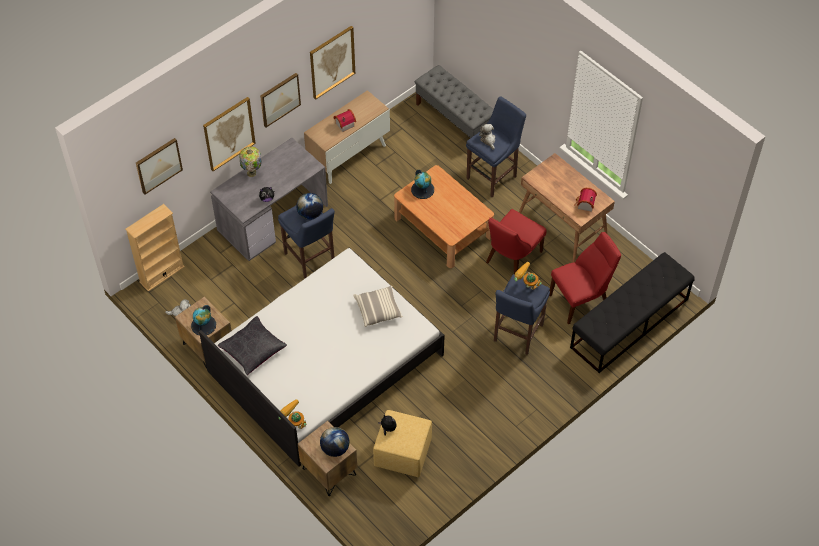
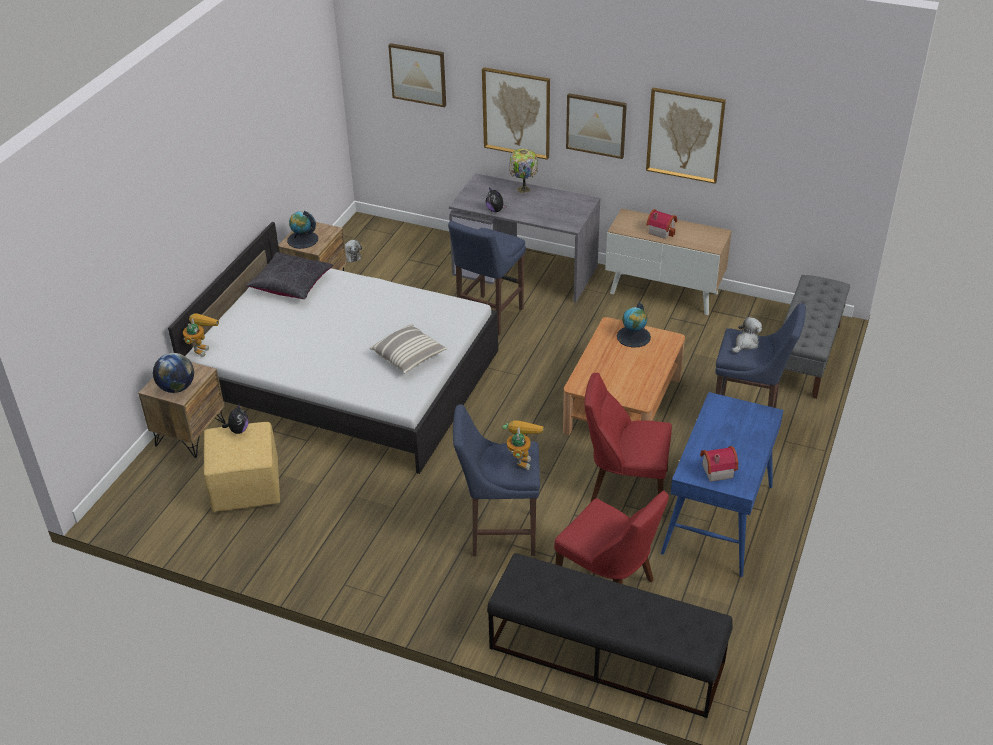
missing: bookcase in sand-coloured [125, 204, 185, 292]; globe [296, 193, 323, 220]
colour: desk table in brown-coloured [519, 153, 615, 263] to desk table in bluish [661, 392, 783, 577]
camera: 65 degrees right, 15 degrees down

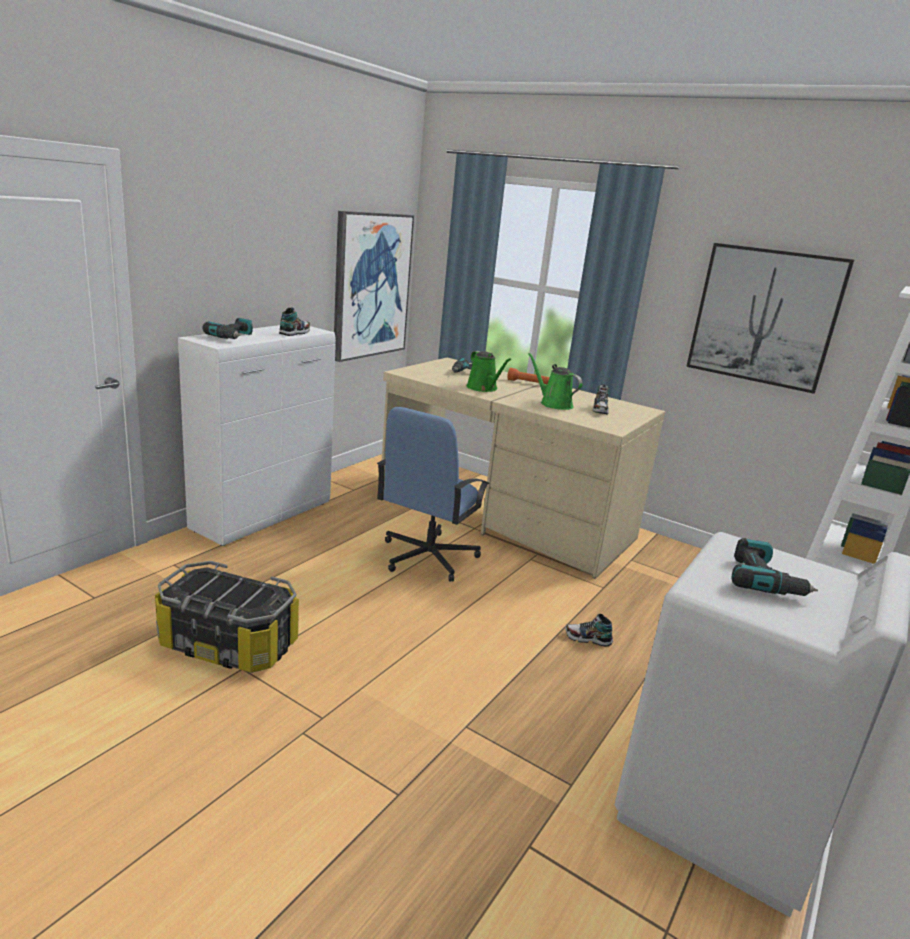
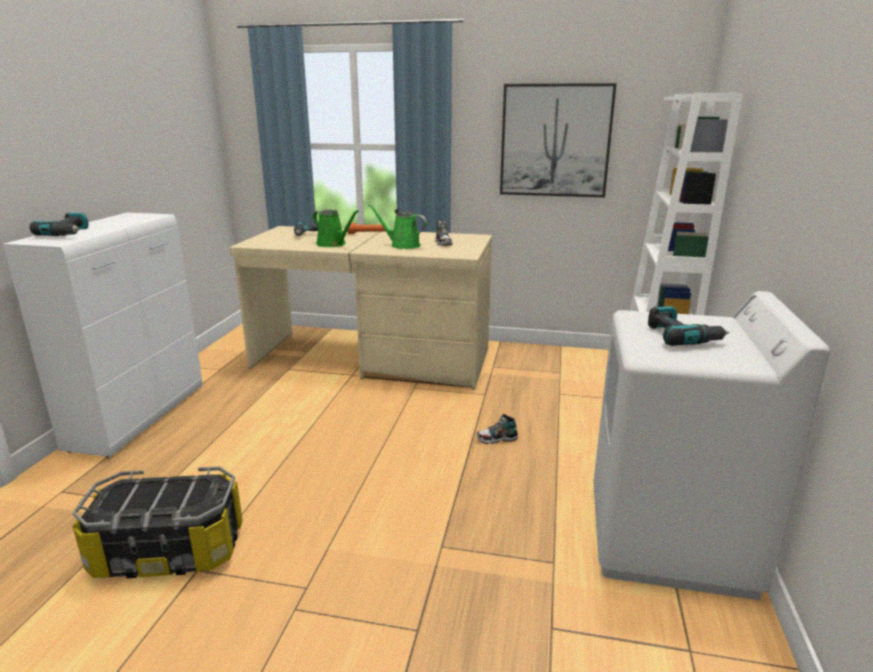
missing: shoe [279, 307, 310, 336]; wall art [334, 211, 414, 362]; office chair in bluish [377, 407, 489, 582]
camera: 20 degrees left, 0 degrees up

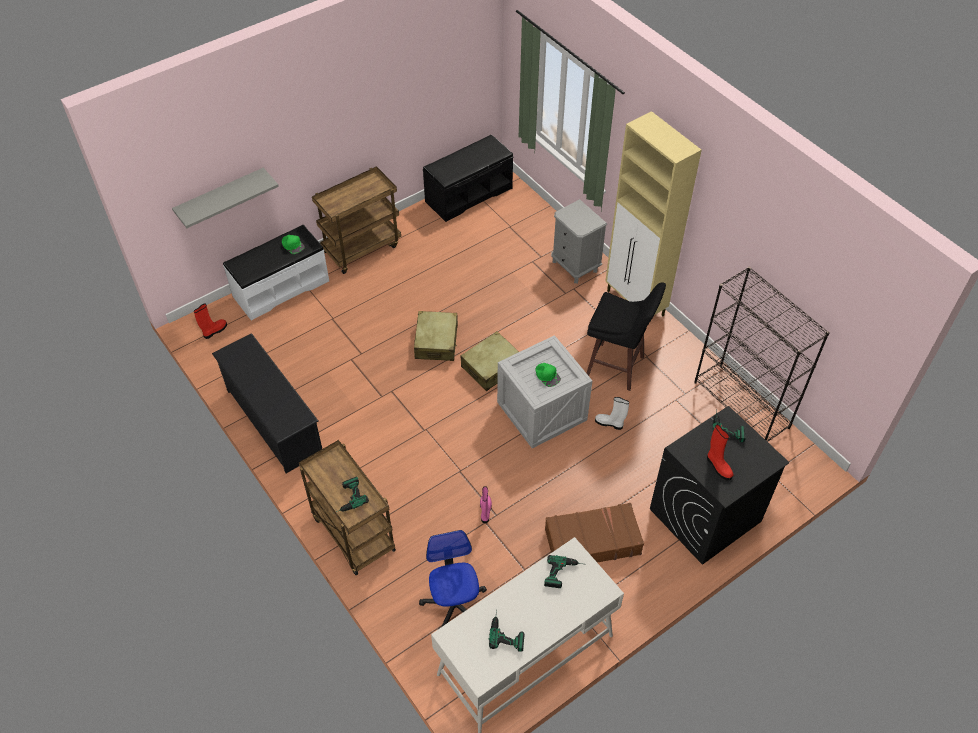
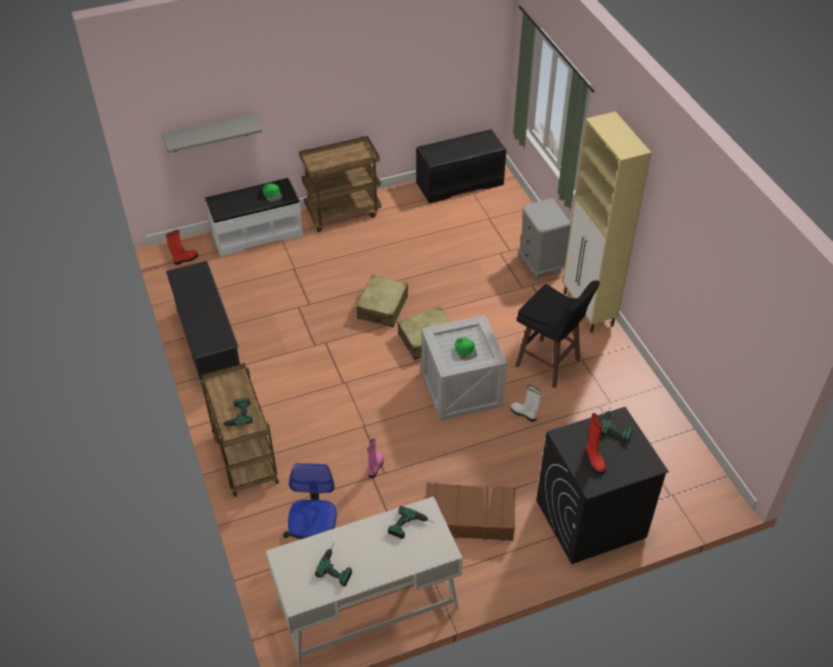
missing: bookcase in black [694, 267, 830, 442]
camera: 15 degrees right, 5 degrees down

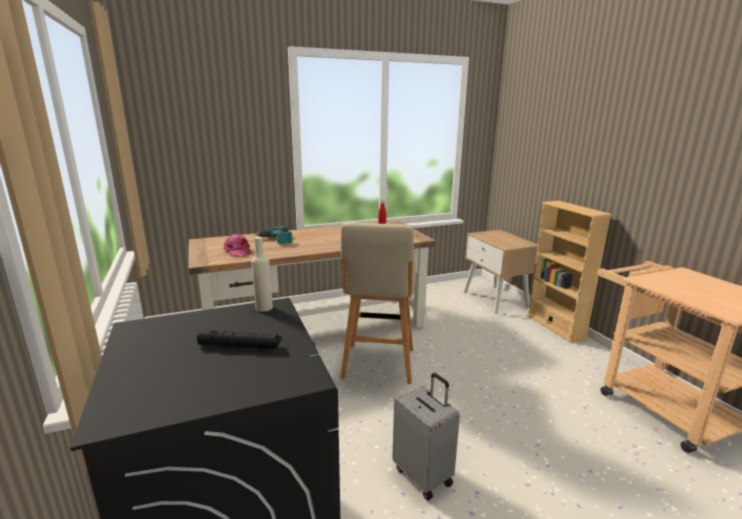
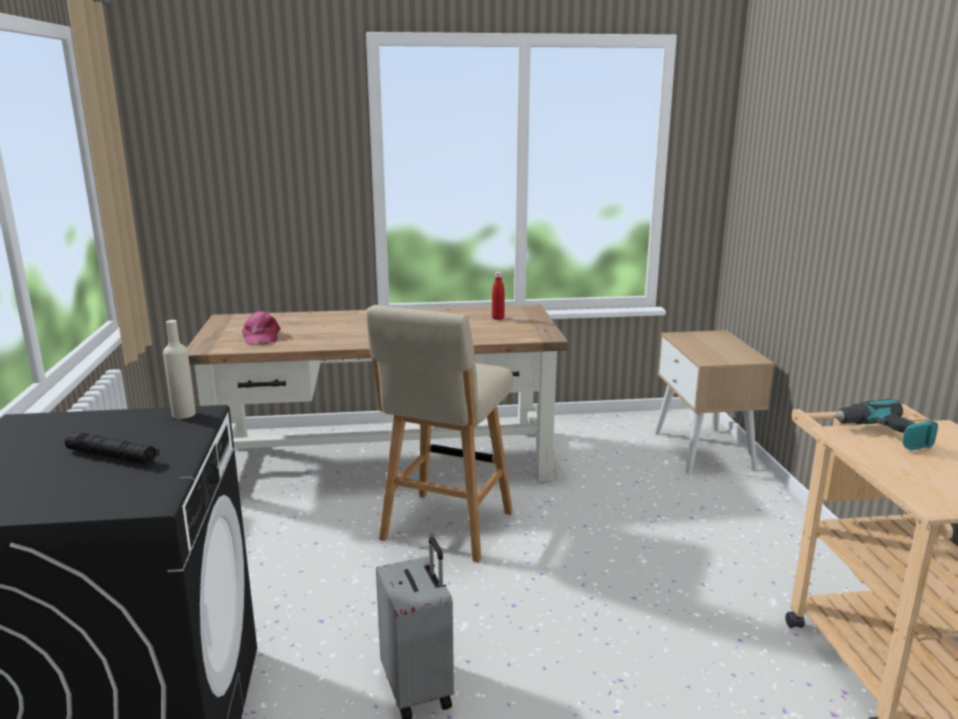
missing: bookcase in sand-coloured [526, 201, 612, 343]
relocated: electric drill [255, 226, 292, 244] to [833, 399, 938, 451]
camera: 15 degrees right, 0 degrees up

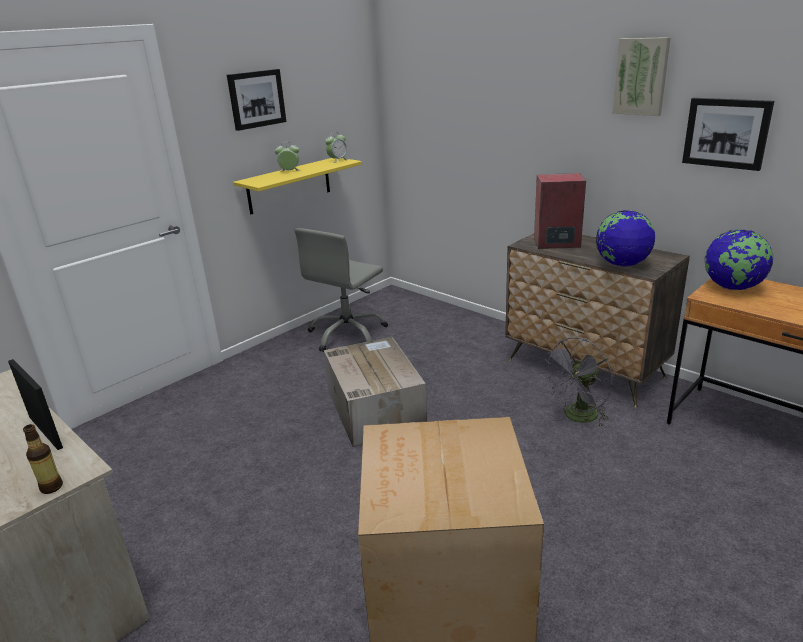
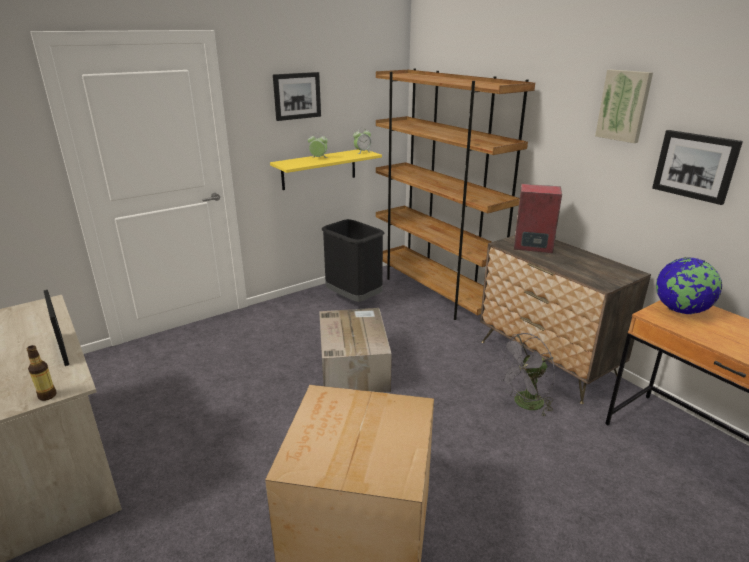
missing: globe [596, 210, 655, 267]
appeared: bookcase in brown-coloured [376, 69, 535, 320]
exchanged: office chair in gray [295, 228, 388, 352] to trash can in black [321, 219, 385, 302]
camera: 10 degrees right, 0 degrees up

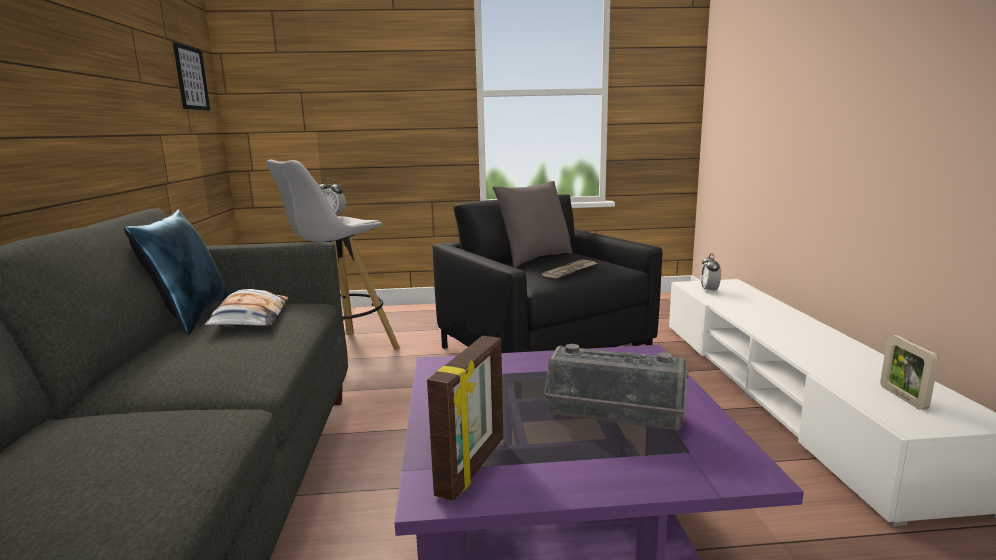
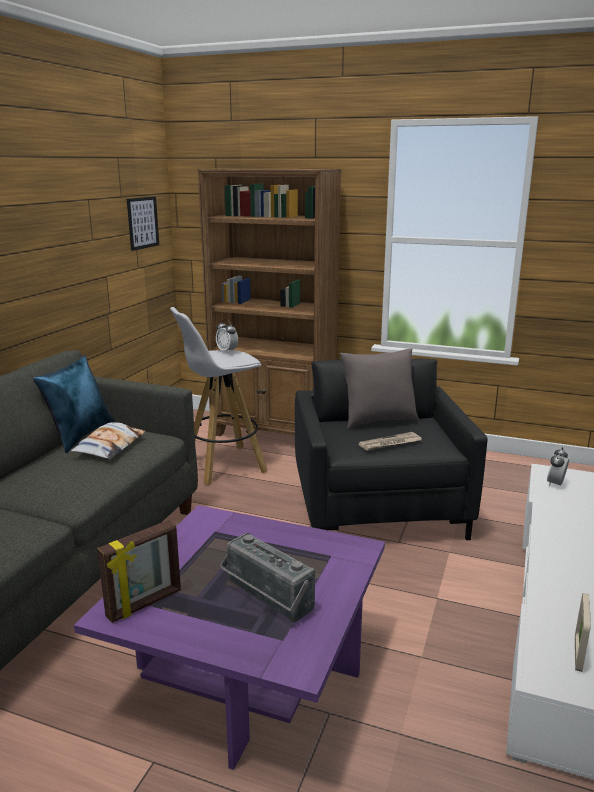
appeared: bookcase in brown-coloured [198, 169, 341, 436]
camera: 25 degrees right, 5 degrees up

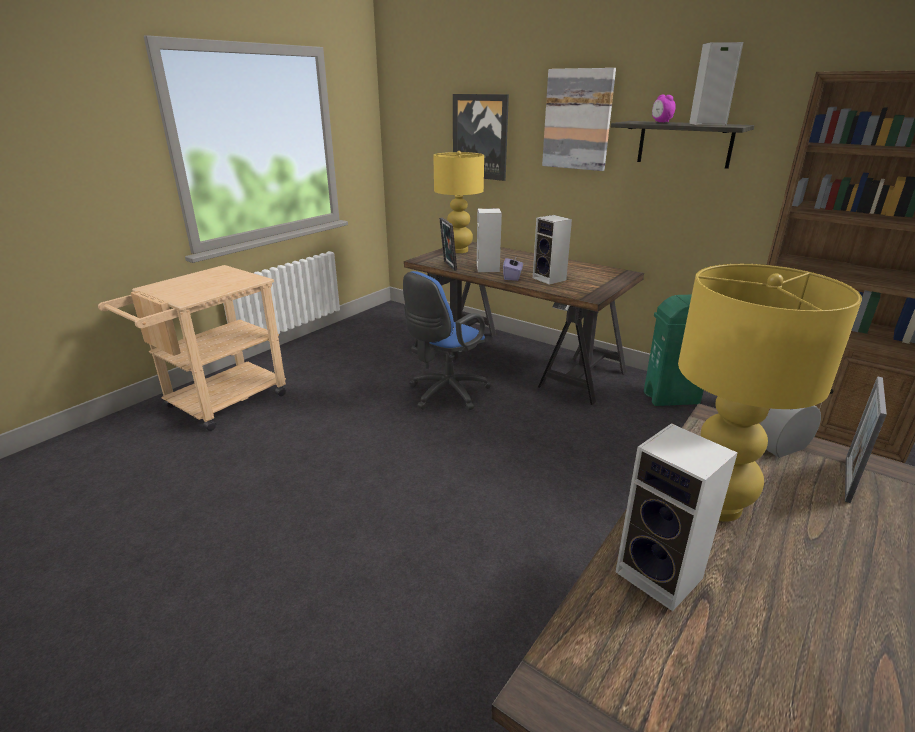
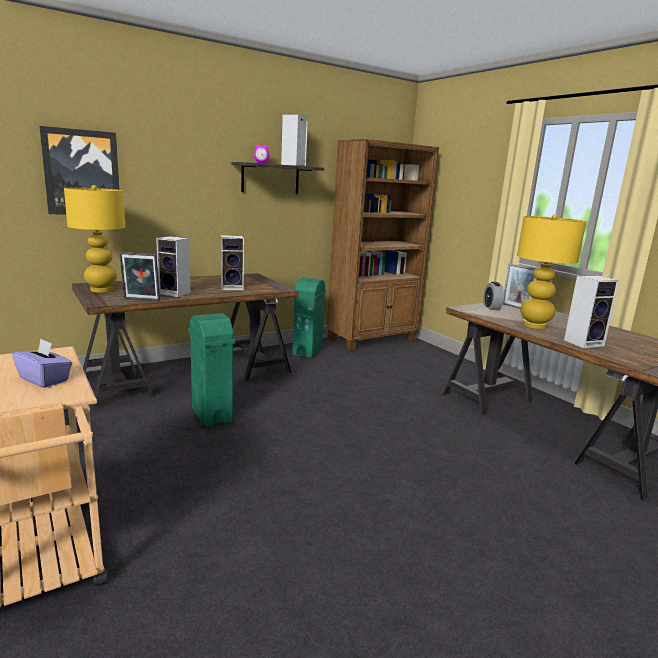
missing: wall art [542, 68, 616, 171]
relocated: box of tissues in purplish [503, 254, 523, 281] to [12, 339, 72, 388]
exchanged: office chair in bluish [403, 271, 491, 411] to trash can in greenish [188, 313, 235, 427]
camera: 70 degrees left, 10 degrees down

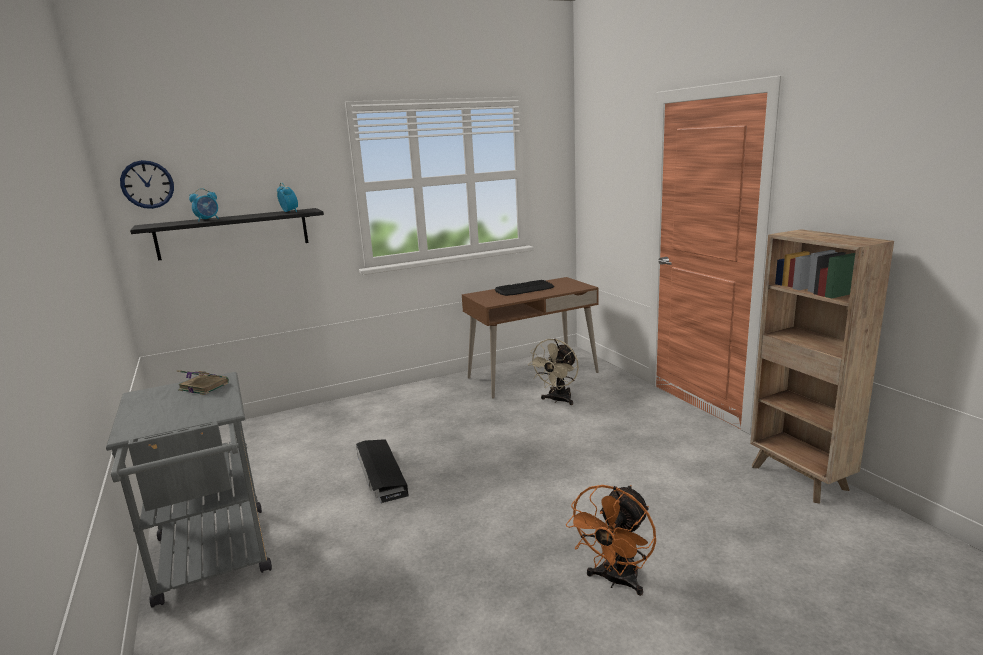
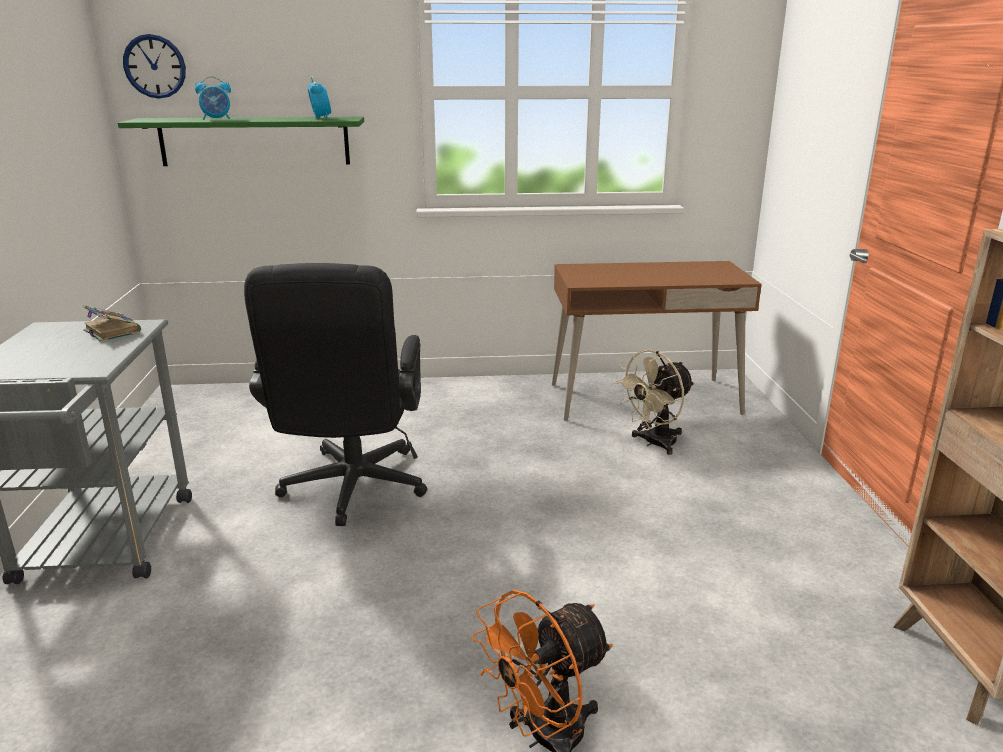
missing: keyboard [495, 280, 554, 296]
exchanged: storage box in black [356, 439, 409, 503] to office chair in black [244, 263, 427, 526]
colour: bracket shelf in black [130, 208, 324, 261] to bracket shelf in greenish [118, 117, 364, 166]
camera: 20 degrees right, 5 degrees up

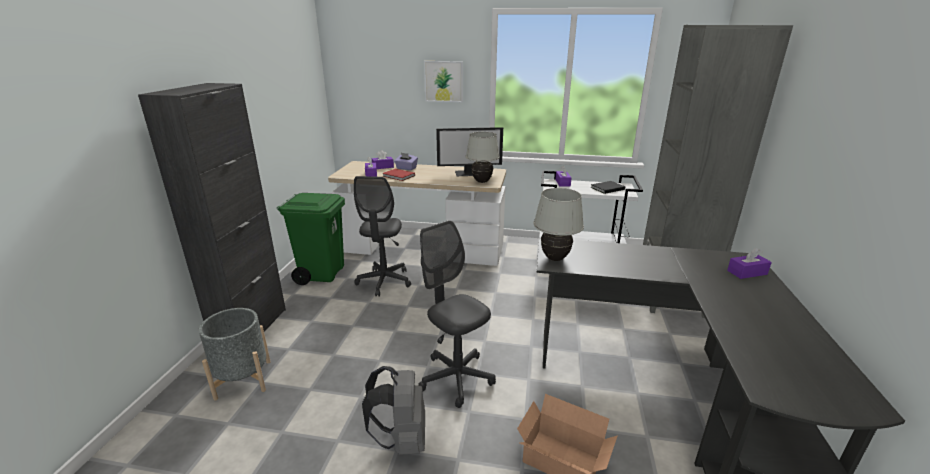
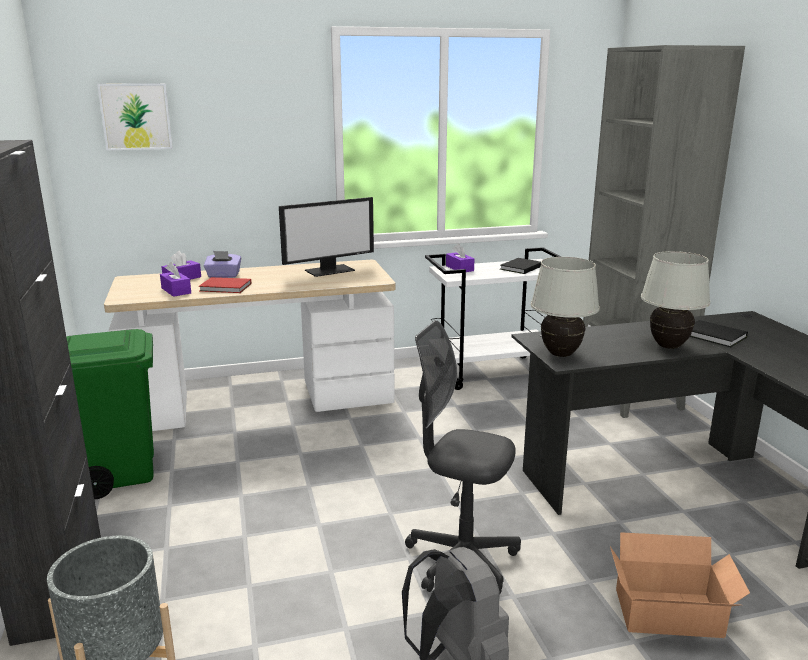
missing: office chair in gray [354, 176, 411, 297]; box of tissues in purplish [727, 248, 772, 279]
appeared: bound book in black [690, 320, 748, 347]
relocated: wall art [424, 61, 463, 102] to [97, 83, 173, 151]; table lamp in white [466, 132, 500, 183] to [641, 251, 710, 349]
camera: 25 degrees left, 5 degrees down

